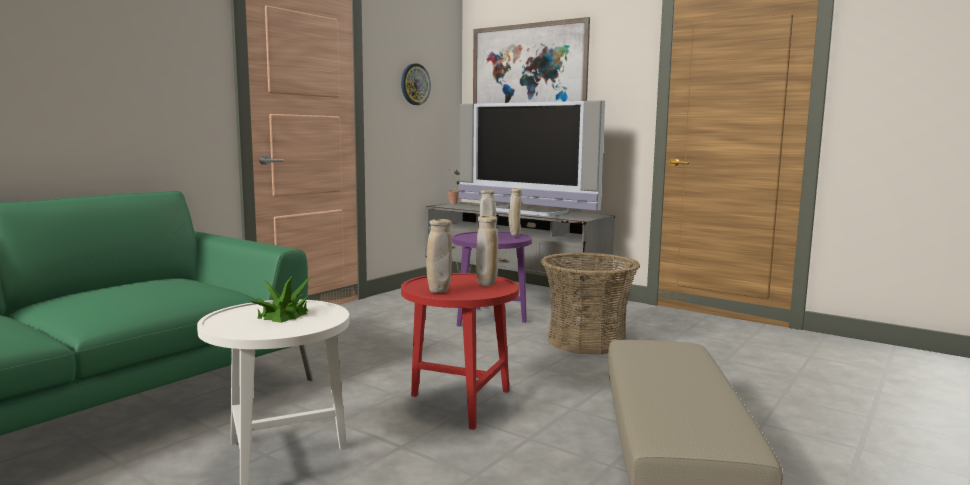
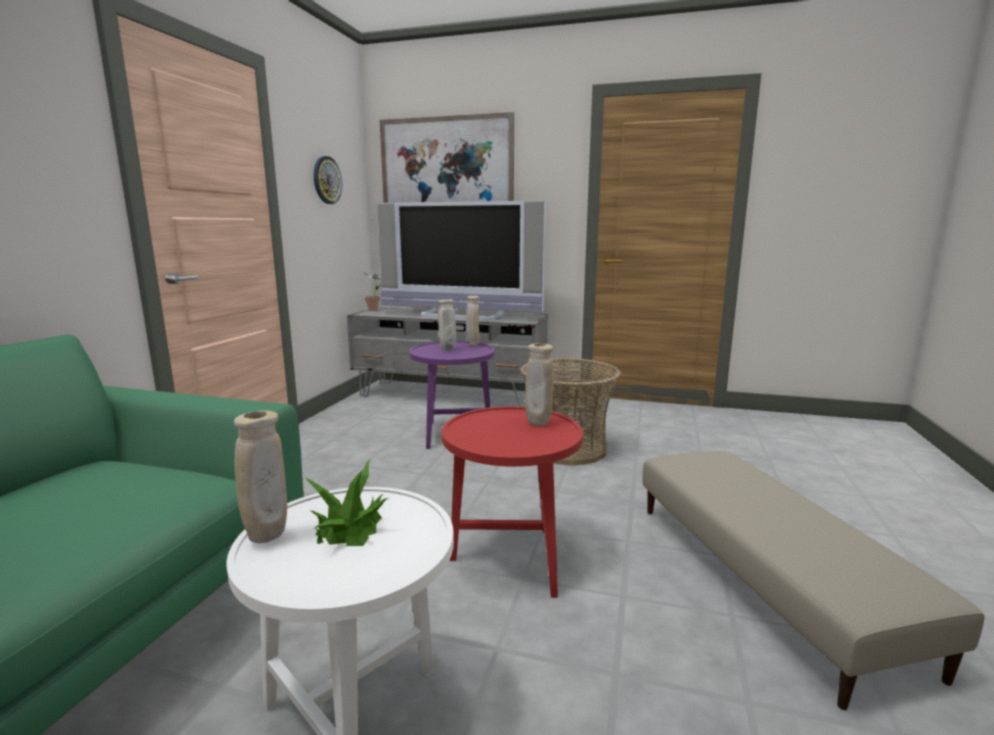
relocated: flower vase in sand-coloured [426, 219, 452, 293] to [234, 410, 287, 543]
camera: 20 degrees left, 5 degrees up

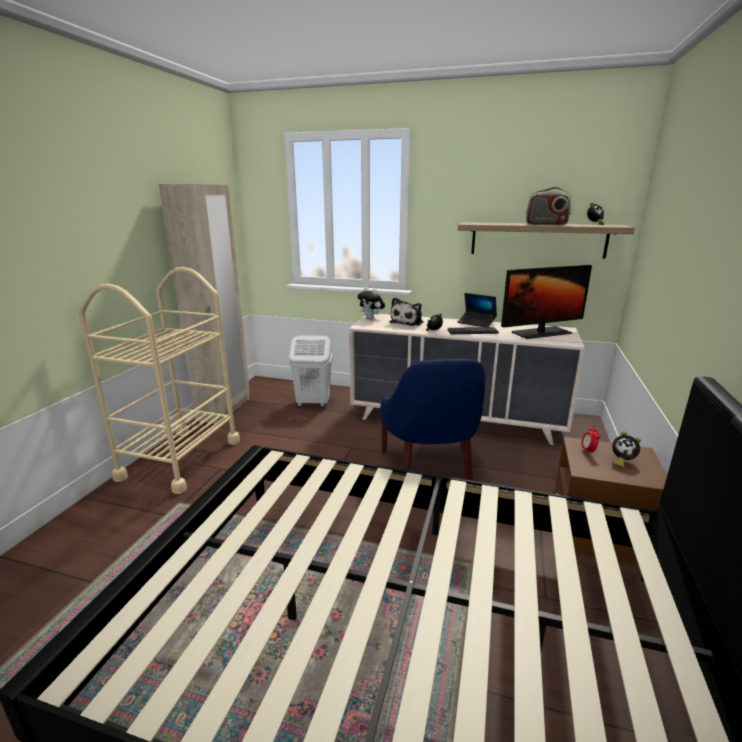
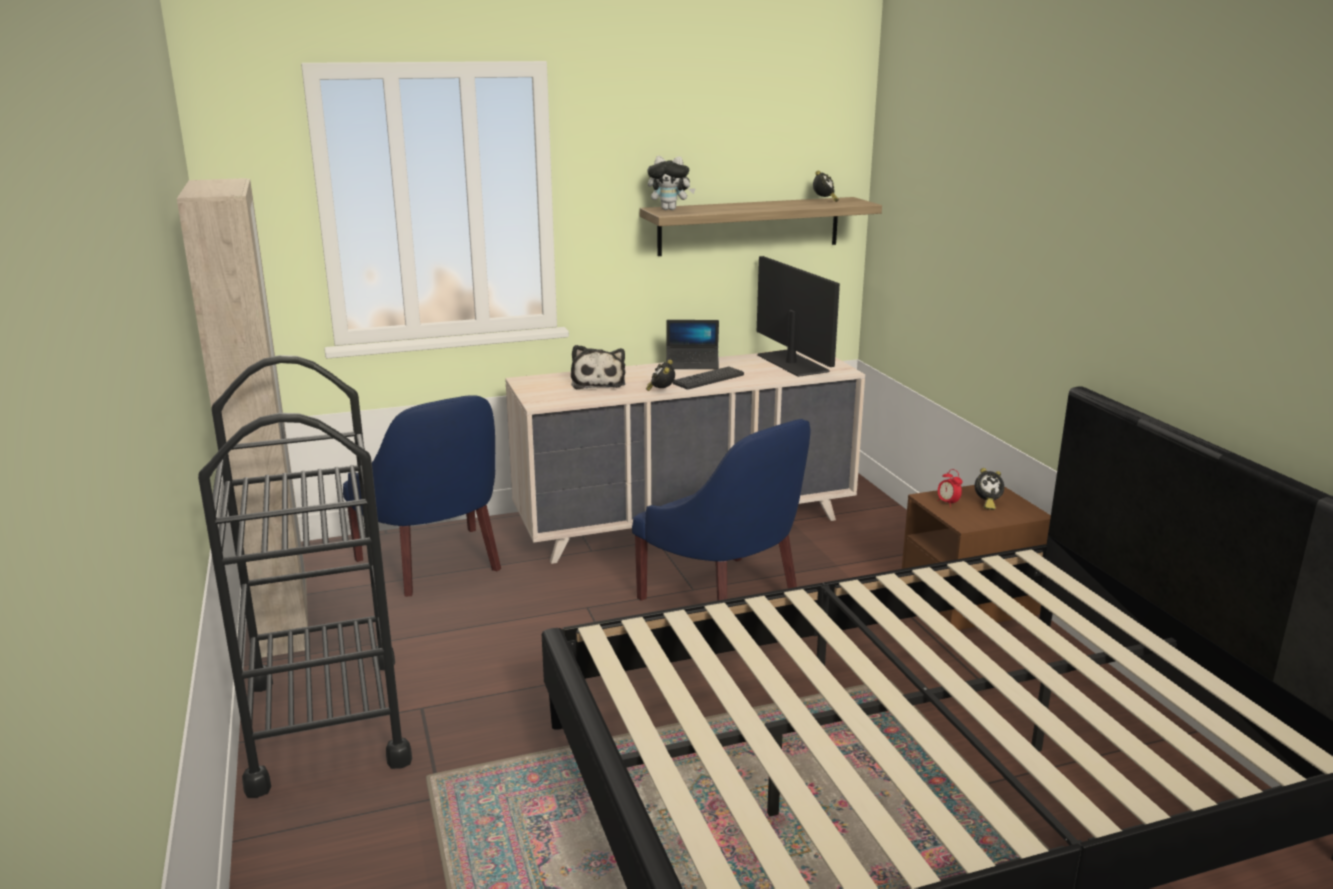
missing: radio set [526, 187, 571, 225]
relocated: cuddly toy [357, 287, 385, 319] to [647, 156, 695, 210]
exchanged: hamper in white [289, 335, 332, 407] to armchair in bluish [343, 395, 501, 596]
colour: trolley in sand-coloured [78, 267, 240, 494] to trolley in black [198, 355, 412, 798]
spun: computer display [501, 265, 592, 339] = [757, 256, 840, 377] 60 degrees counterclockwise
camera: 35 degrees left, 0 degrees up

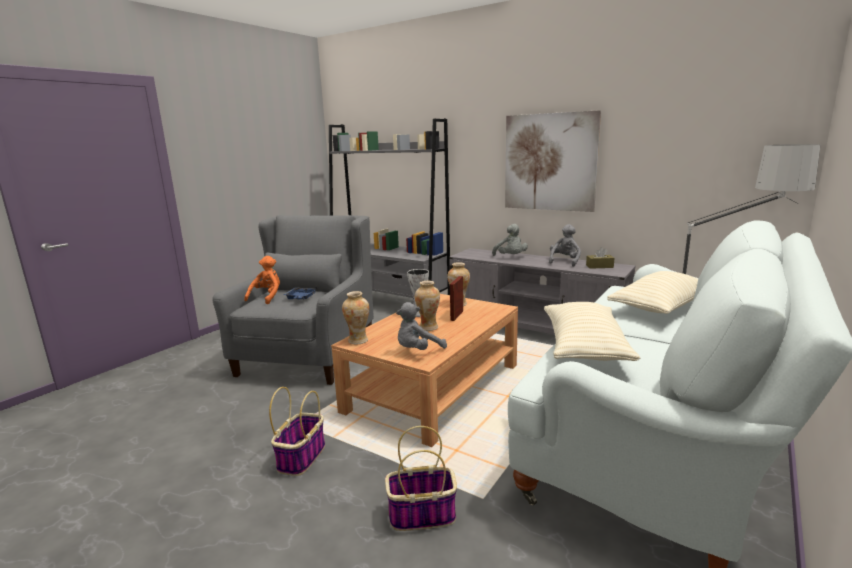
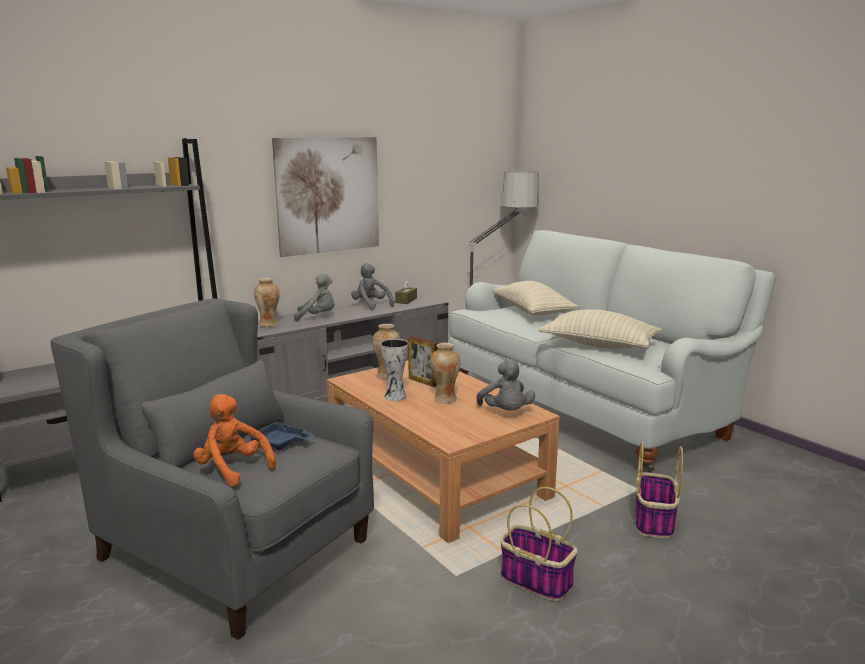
relocated: flower vase [342, 291, 369, 345] to [254, 278, 280, 327]
camera: 70 degrees left, 0 degrees up

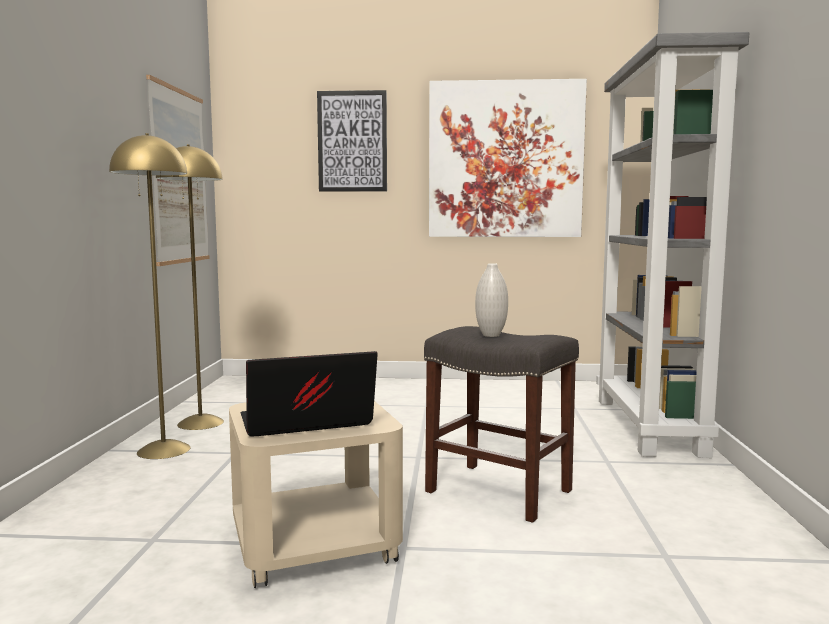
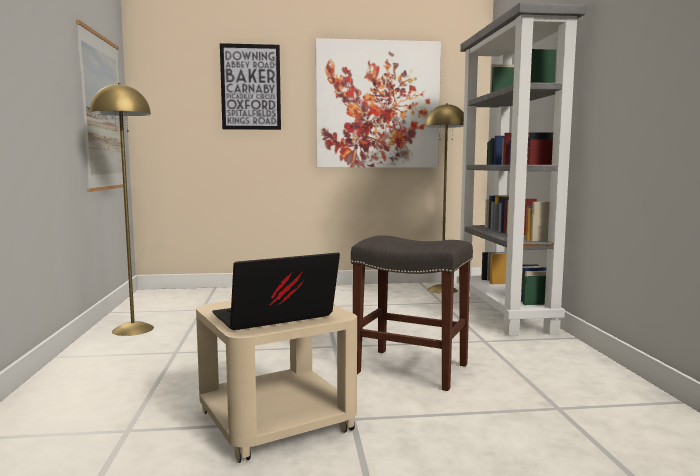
missing: flower vase in white [475, 263, 508, 337]
relocated: standing lamp in yellowish [109, 133, 191, 459] to [425, 103, 464, 294]
camera: 10 degrees left, 0 degrees up

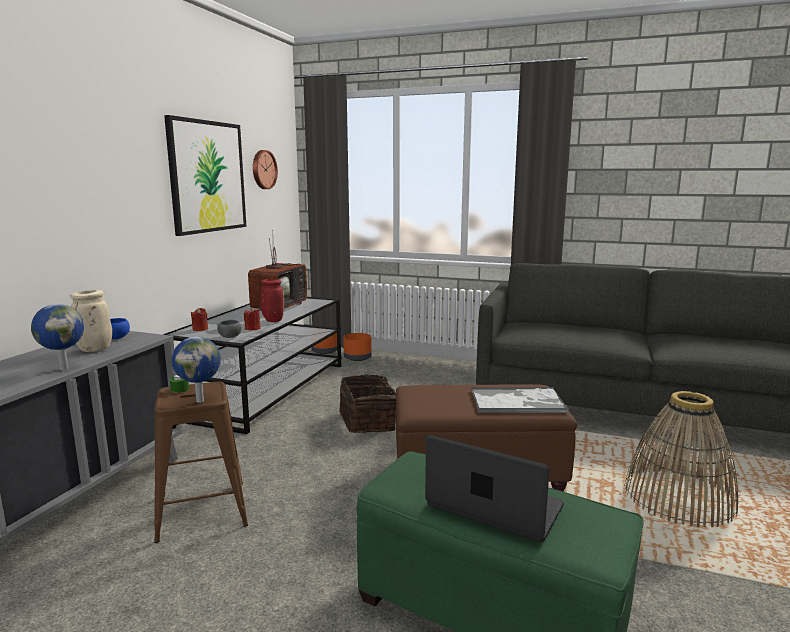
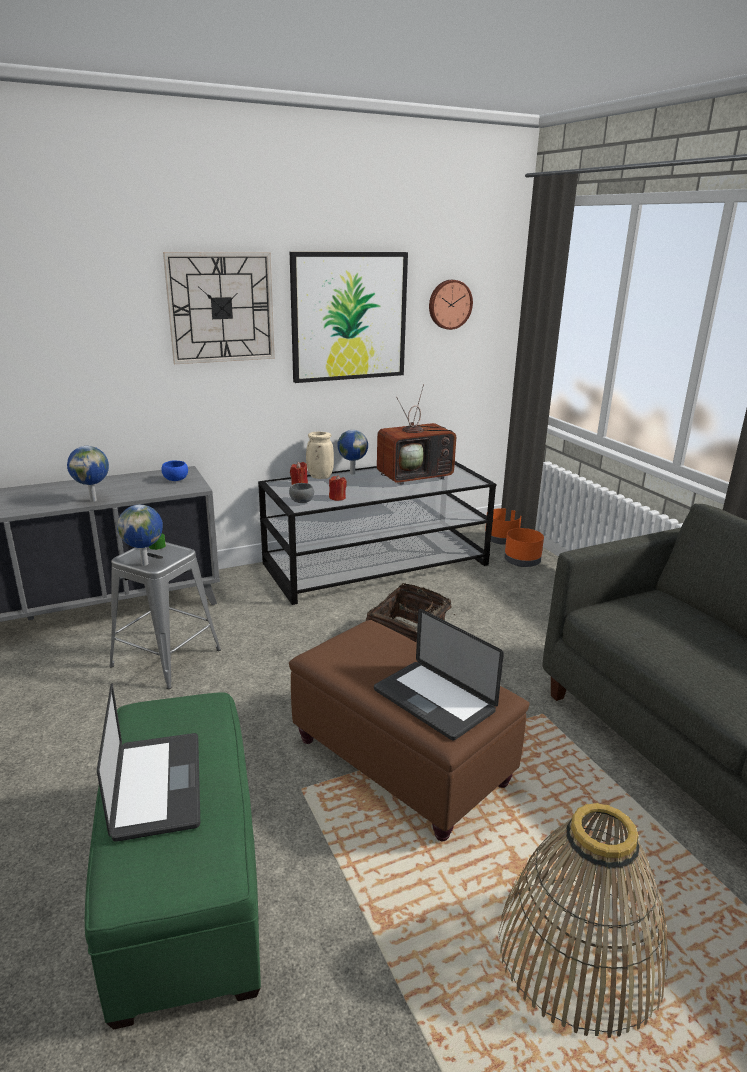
missing: flower vase in red [261, 279, 284, 322]
appeared: hanging clock [163, 252, 275, 364]; globe [337, 430, 368, 474]
relocated: flower vase in sand-coloured [70, 290, 112, 352] to [306, 432, 334, 479]
exchanged: carrying tray [471, 387, 569, 413] to portable computer [374, 609, 504, 740]
colour: stool in brown-coloured [154, 382, 248, 543] to stool in gray [110, 542, 221, 689]
camera: 45 degrees right, 10 degrees up

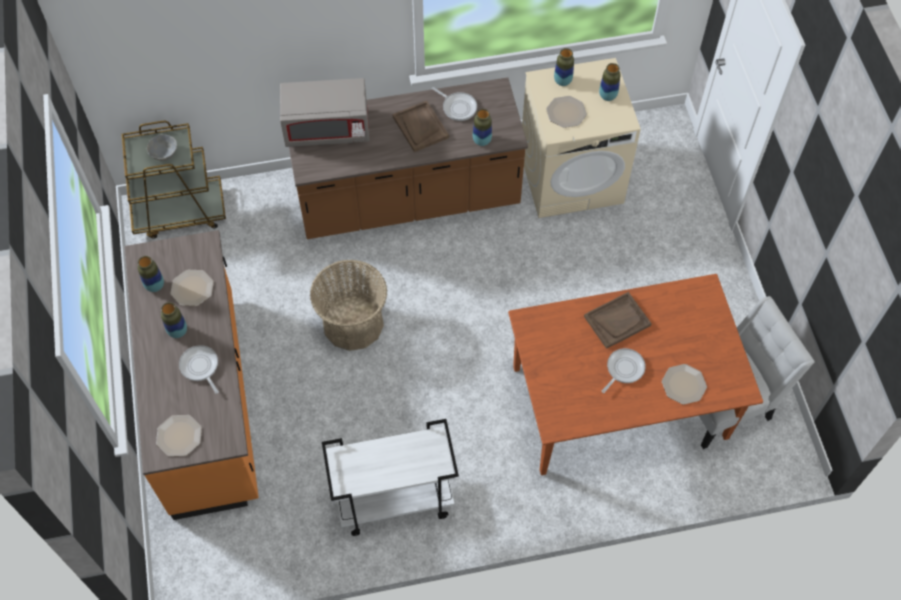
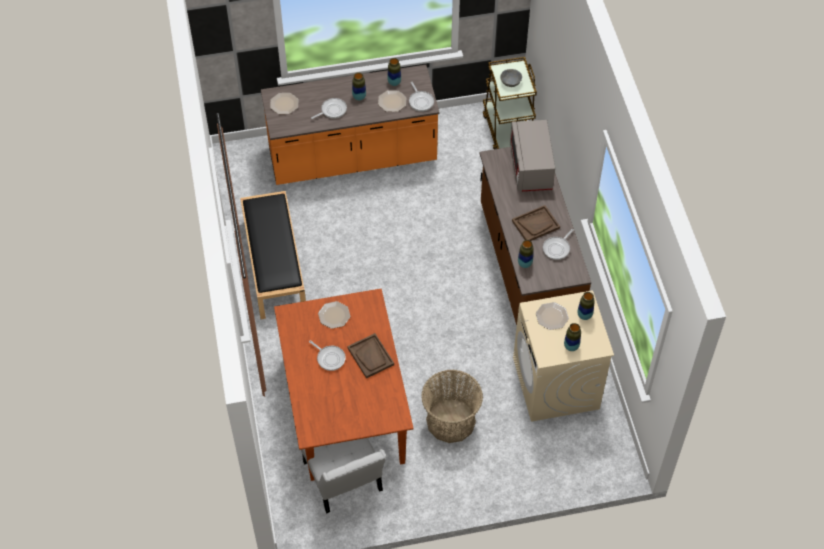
appeared: pan [409, 82, 434, 112]
relocated: storage basket [310, 260, 388, 351] to [421, 370, 483, 443]; plate [662, 364, 707, 405] to [318, 301, 350, 329]
exchanged: trolley in white [322, 419, 459, 536] to long seat in black [240, 191, 306, 319]
camera: 90 degrees right, 5 degrees down

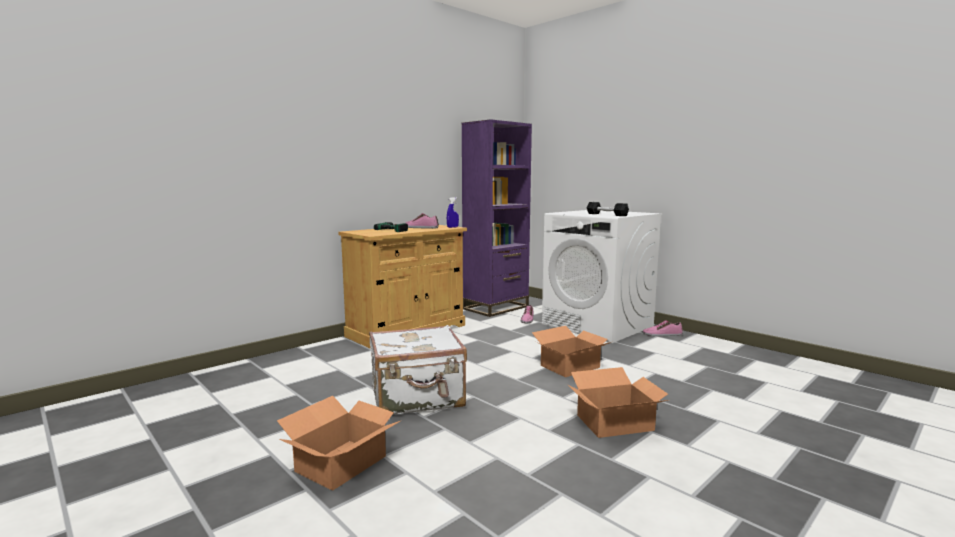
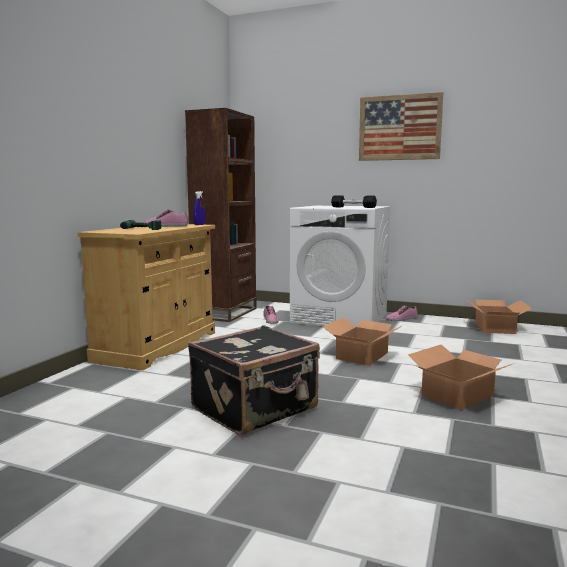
appeared: wall art [359, 92, 443, 161]
relocated: cardboard box [277, 396, 402, 491] to [466, 299, 532, 334]
colour: piece of luggage in white [369, 325, 467, 415] to piece of luggage in black [188, 325, 320, 435]; bookcase in purplish [462, 119, 532, 317] to bookcase in brown-coloured [185, 108, 257, 322]
camera: 25 degrees left, 0 degrees up

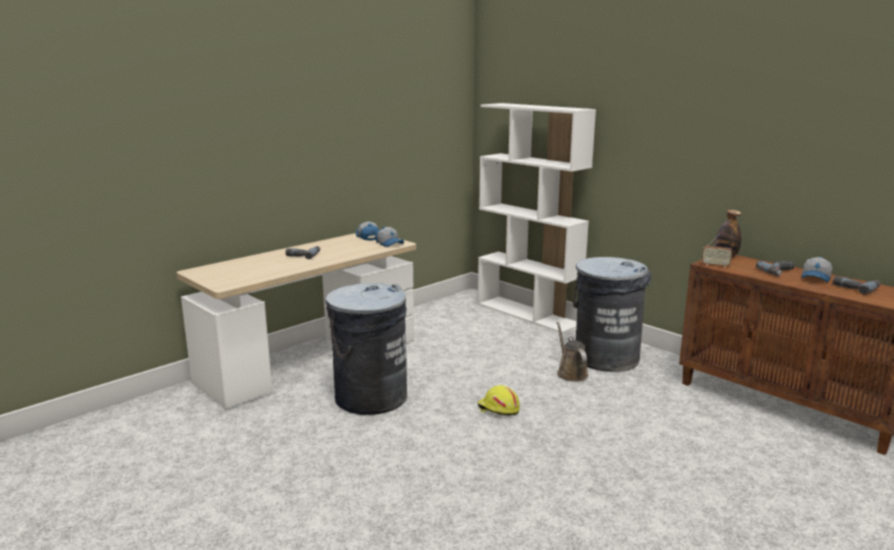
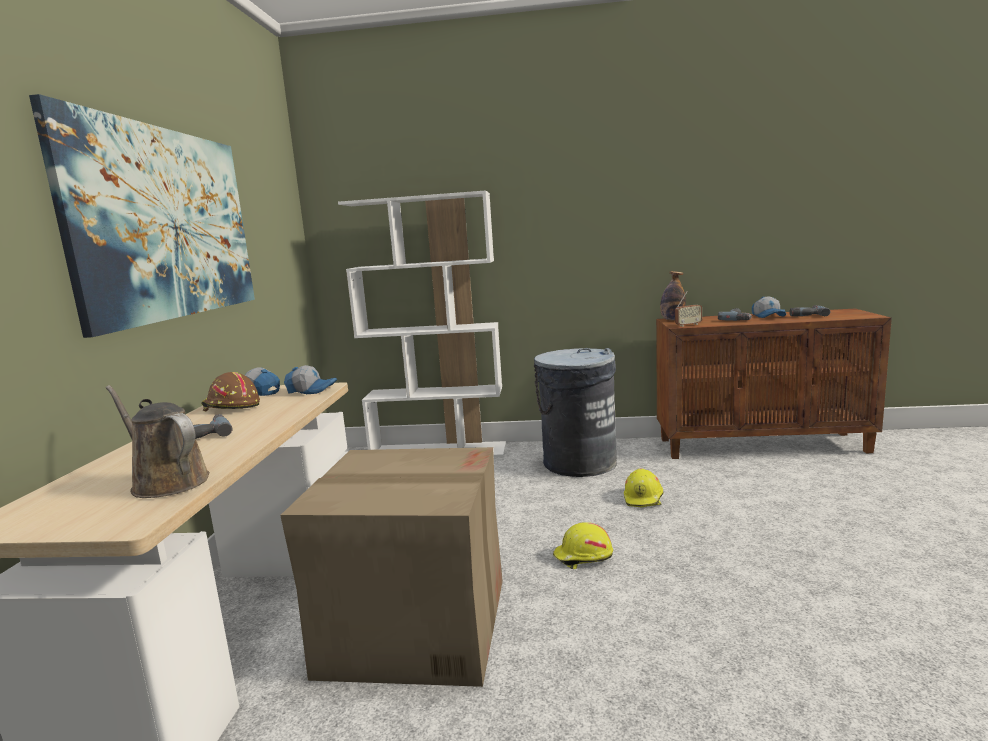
appeared: wall art [29, 94, 255, 338]; work helmet in brown-coloured [201, 372, 260, 411]; work helmet in yellowish [624, 468, 664, 507]
relocated: watering can in brown-coloured [557, 322, 588, 382] to [106, 385, 209, 498]
exchanged: trash can in gray [325, 283, 408, 415] to cardboard box [280, 447, 503, 687]
camera: 40 degrees left, 5 degrees down

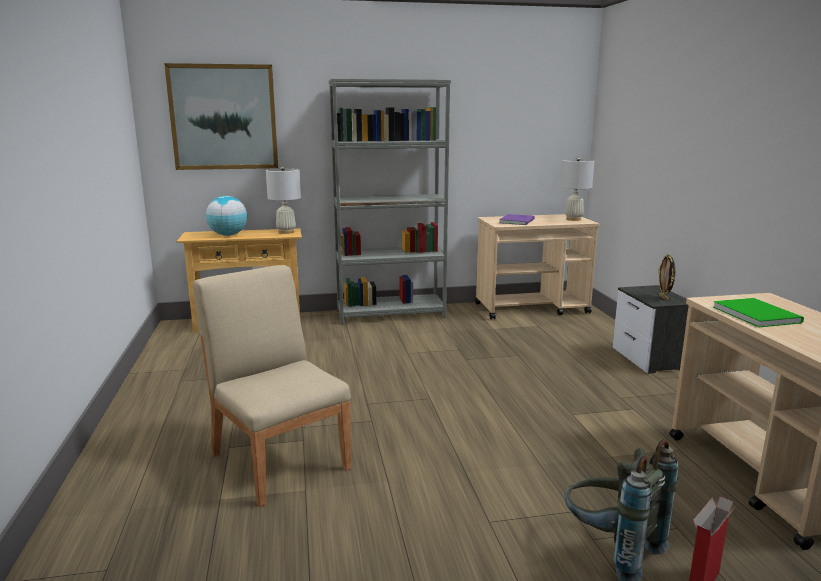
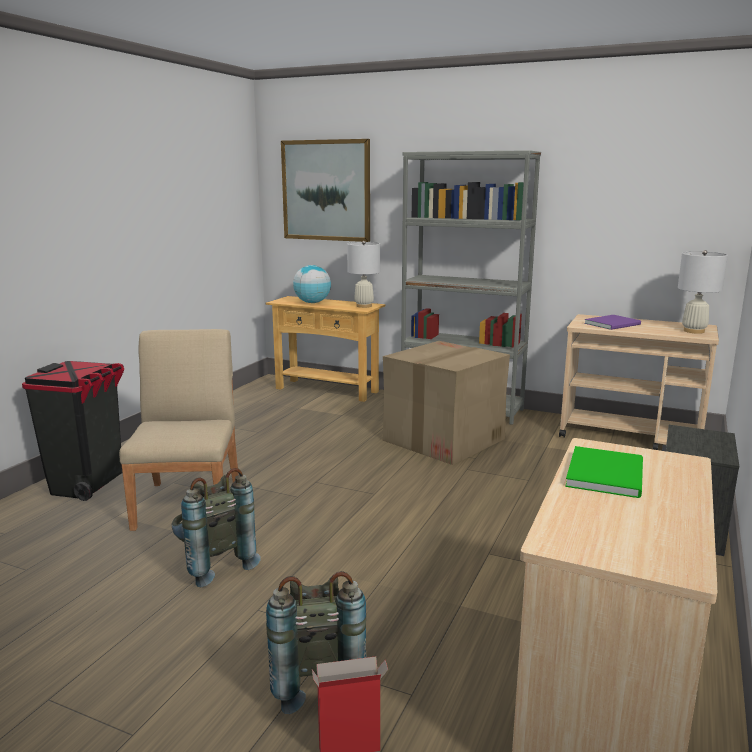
missing: picture frame [658, 254, 675, 301]
appeared: trash can in black [22, 361, 124, 501]; knapsack in gray [172, 468, 261, 587]; cardboard box [383, 341, 510, 465]
camera: 35 degrees right, 0 degrees up

